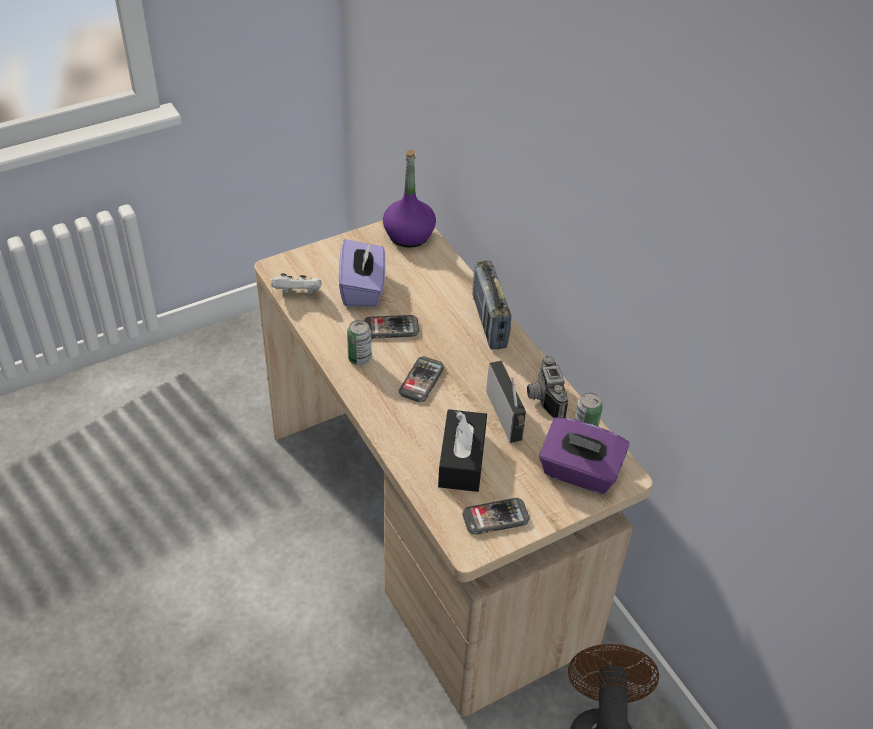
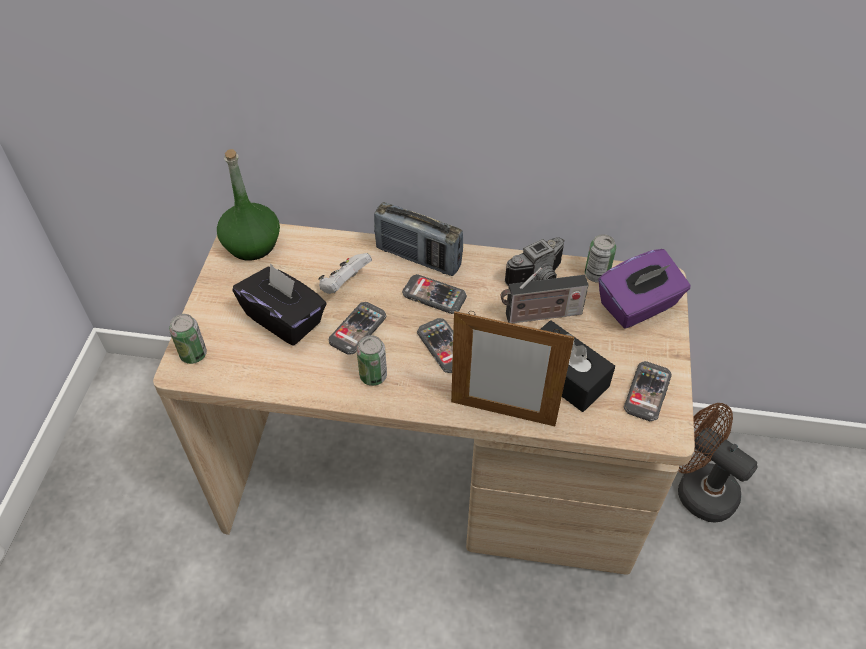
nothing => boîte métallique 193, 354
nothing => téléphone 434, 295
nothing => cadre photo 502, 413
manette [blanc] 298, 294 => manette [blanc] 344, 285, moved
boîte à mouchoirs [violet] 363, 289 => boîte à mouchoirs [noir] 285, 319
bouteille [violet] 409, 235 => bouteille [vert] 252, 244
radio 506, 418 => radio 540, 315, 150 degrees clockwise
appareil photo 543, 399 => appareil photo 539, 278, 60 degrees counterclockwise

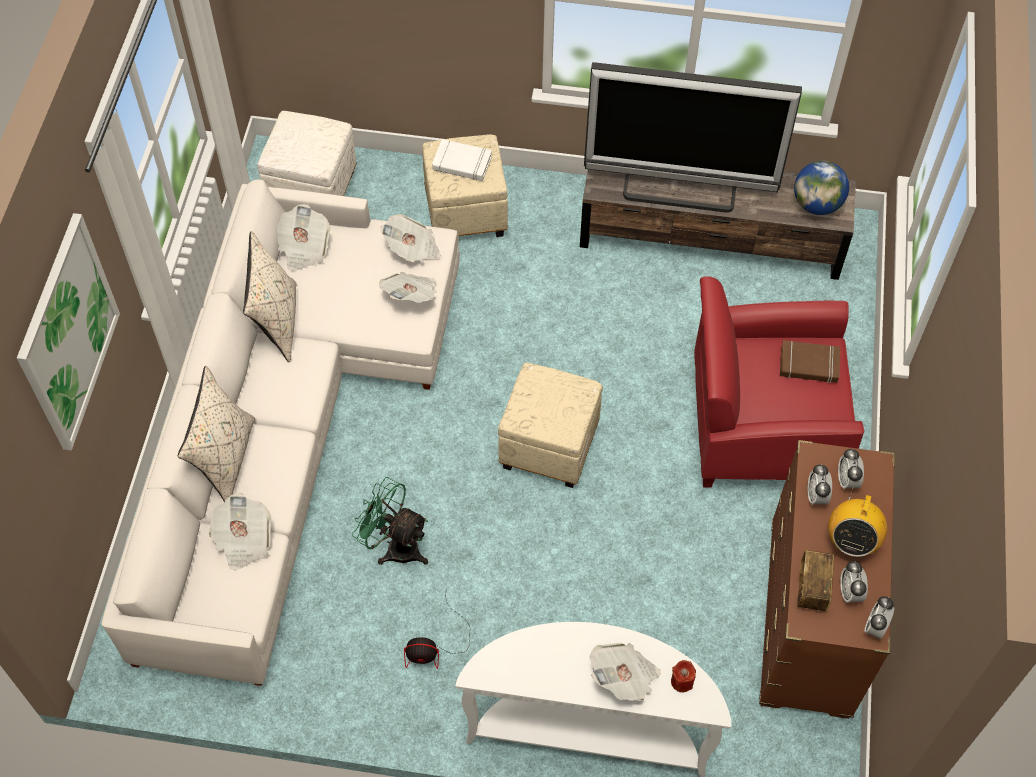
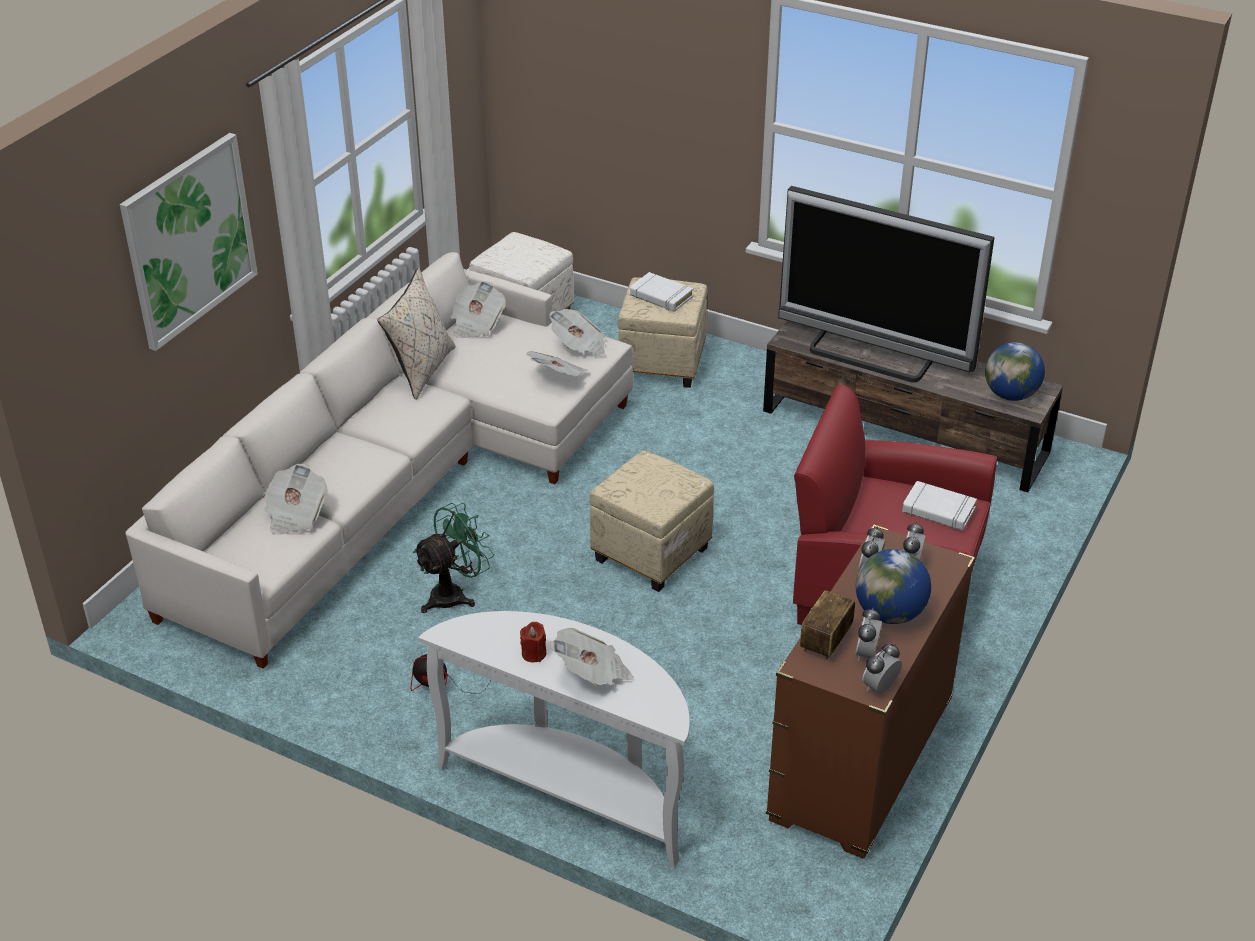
coussin [beige] 225, 459 => nothing
bougie [rouge] 682, 681 => bougie [rouge] 534, 654, moved
radio 851, 540 => globe 889, 613
livre [marron] 809, 365 => livre [blanc] 938, 510
ventilateur [vert] 395, 546 => ventilateur [vert] 454, 594, 90 degrees clockwise

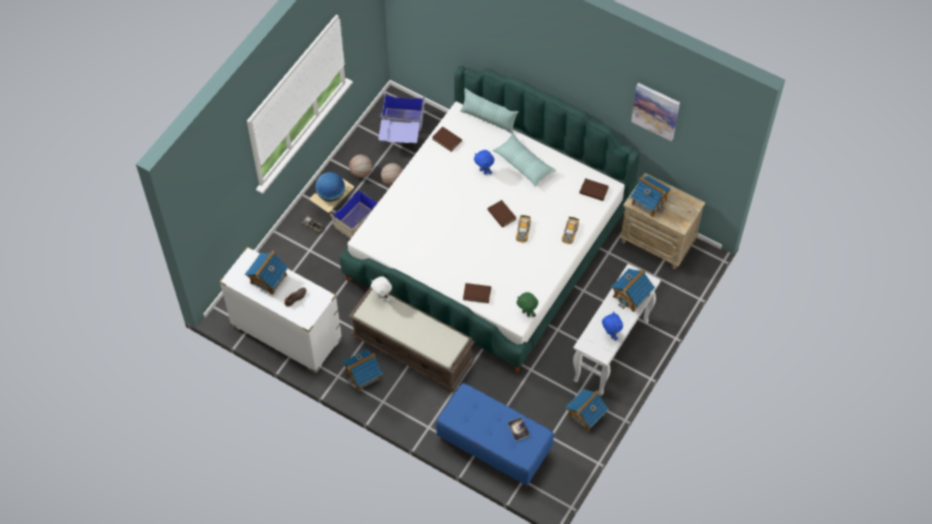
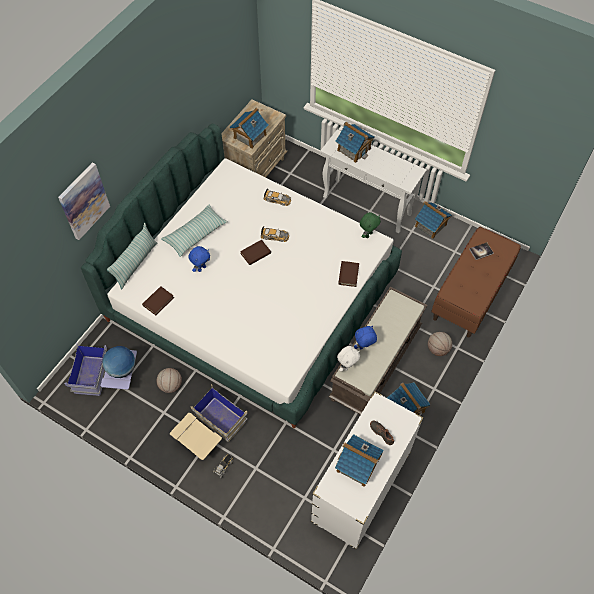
livre [marron] 593, 191 => nothing
globe 331, 194 => globe 122, 368, moved
ballon de basket 361, 172 => ballon de basket 438, 349, moved
peluche [bleu] 610, 334 => peluche [bleu] 364, 347, moved
tableau 655, 111 => tableau 83, 201, moved
banc [bleu] 493, 447 => banc [marron] 470, 294

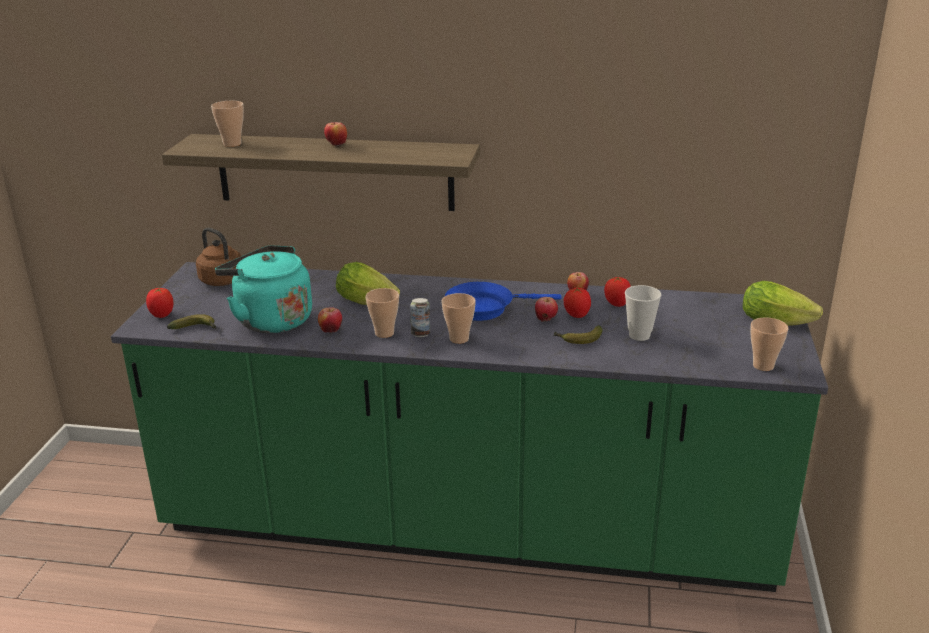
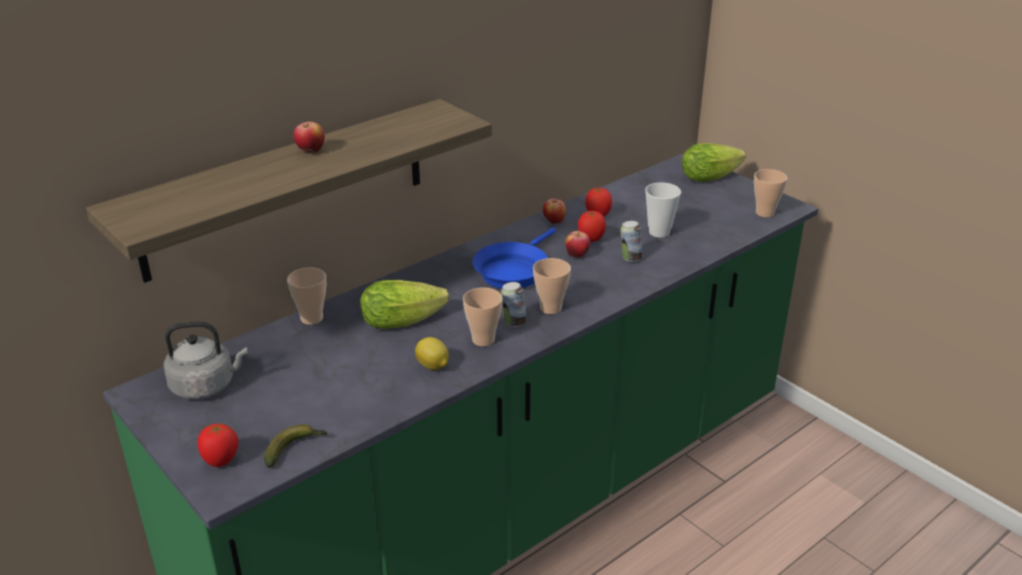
bouilloire [turquoise] 270, 320 => nothing
tasse 232, 144 => tasse 311, 318, moved
pomme 331, 331 => citron 433, 366
banane 578, 340 => boîte métallique 630, 258
bouilloire [marron] 223, 281 => bouilloire [gris] 206, 386

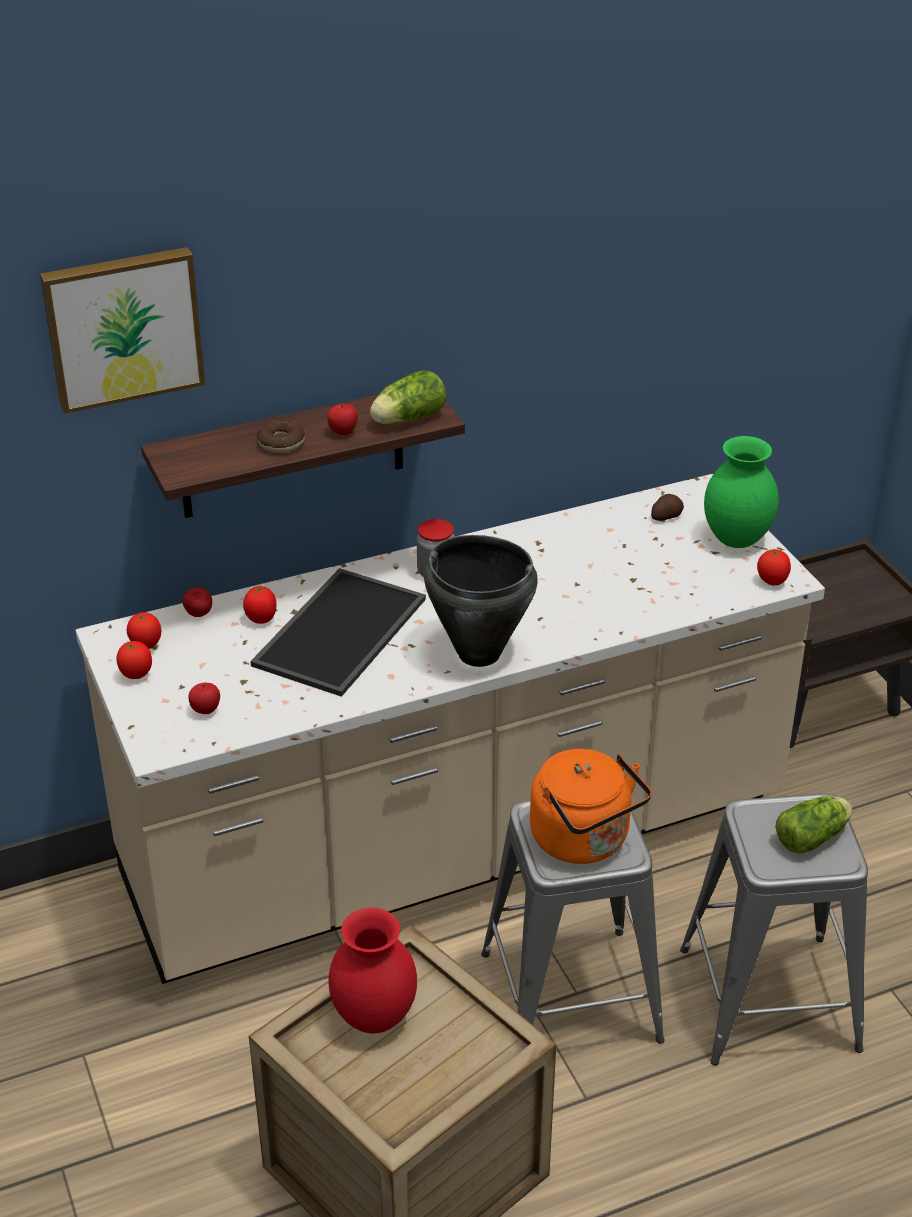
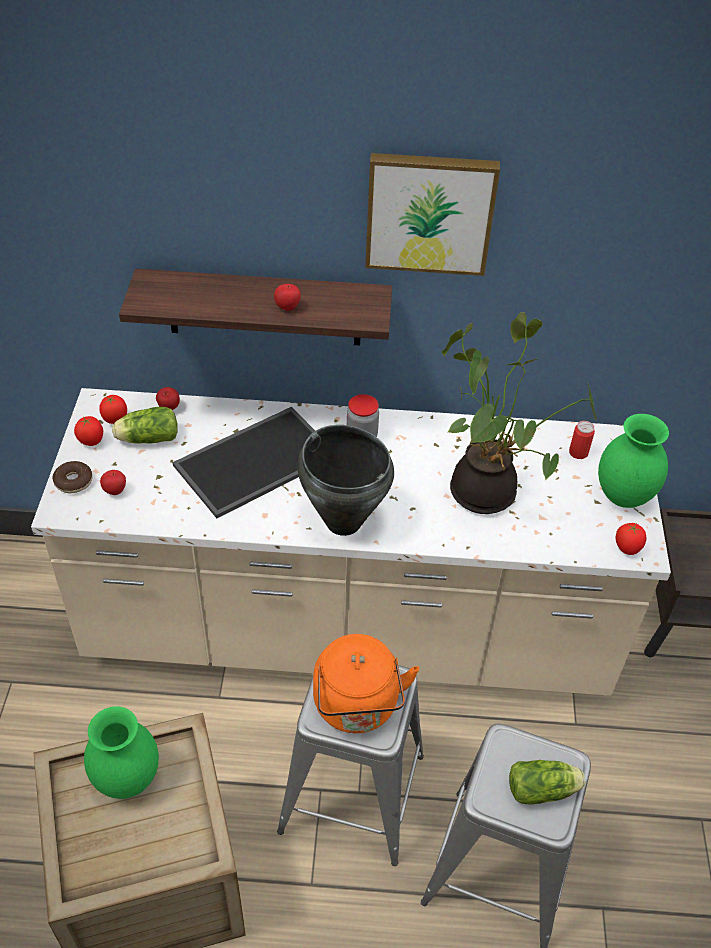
tomate 261, 620 => nothing
nothing => plante en pot 488, 491
tableau 123, 327 => tableau 429, 212, moved
beignet 281, 443 => beignet 73, 481, moved
laitue 406, 419 => laitue 146, 438, moved
pomme de terre 666, 516 => boîte métallique 578, 452
vase [rouge] 375, 1016 => vase [vert] 129, 779

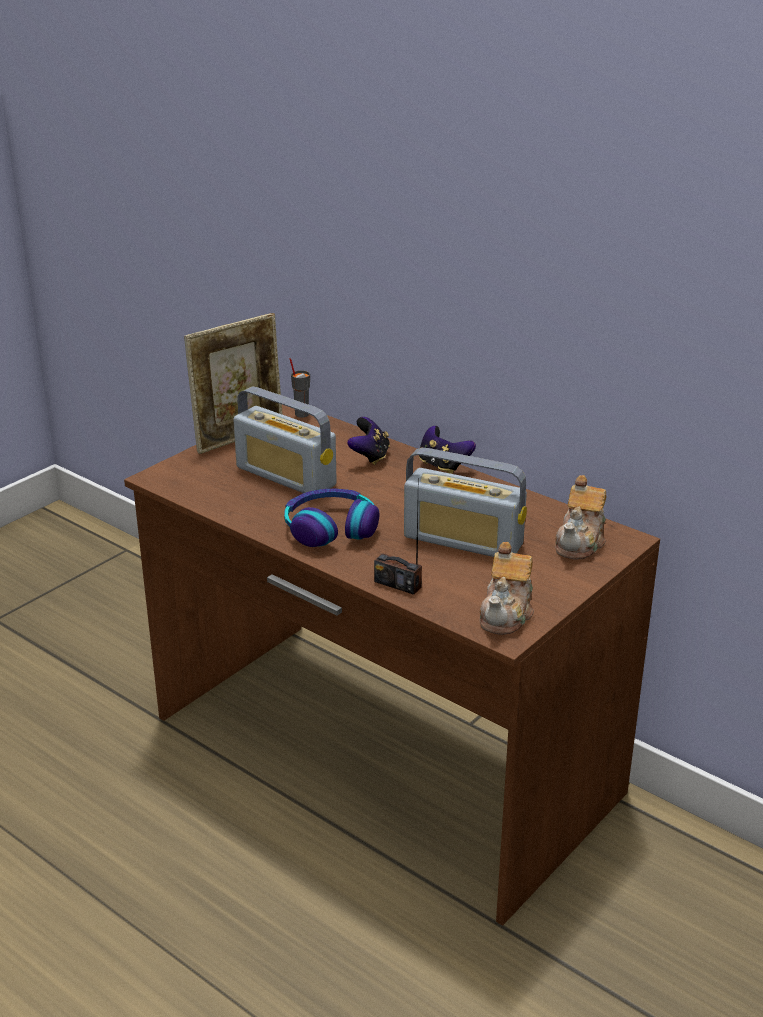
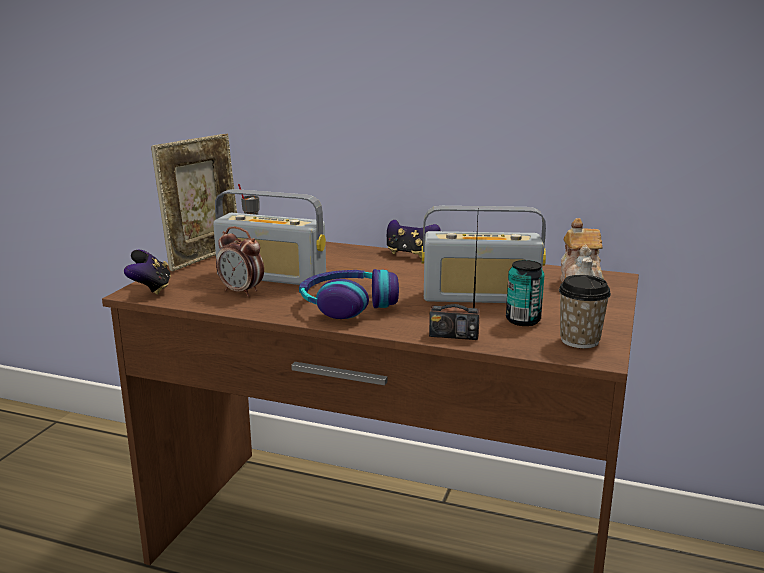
nothing => réveil 242, 292
nothing => boîte métallique 523, 320
manette 370, 457 => manette 150, 289, moved
théière 507, 614 => tasse 579, 340

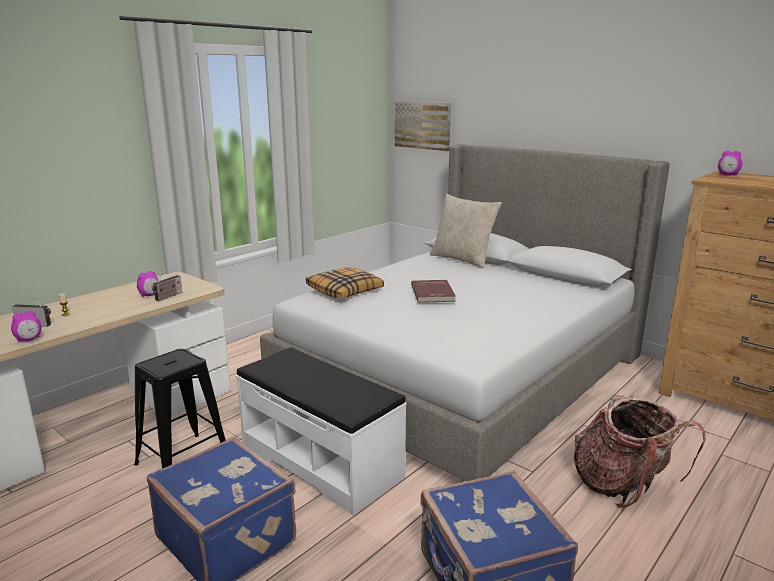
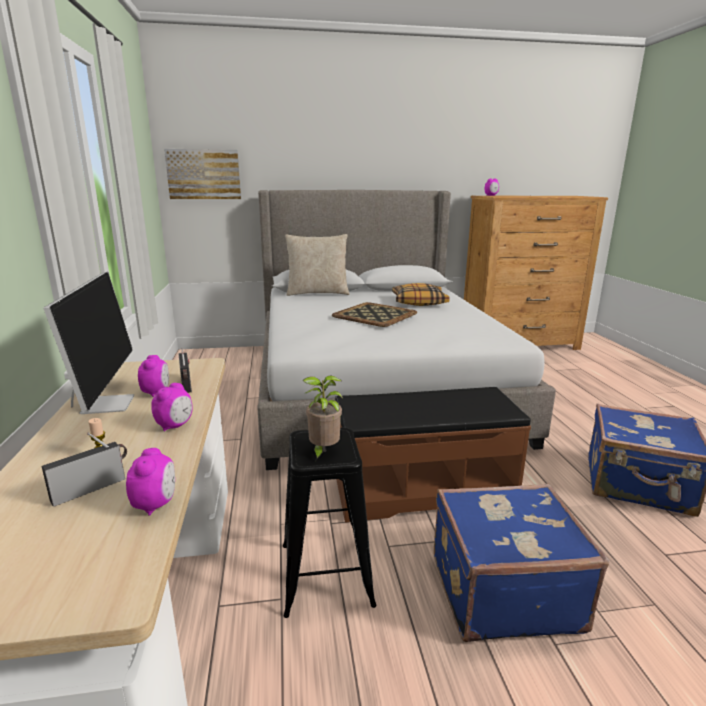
sac à dos 623, 486 => nothing
nothing => écran d'ordinateur 107, 404
nothing => réveil 175, 426
nothing => plante en pot 323, 451
coussin 345, 291 => coussin 419, 302, moved
livre [rouge] 433, 293 => plateau 374, 314
banc [blanc] 321, 460 => banc [marron] 422, 489

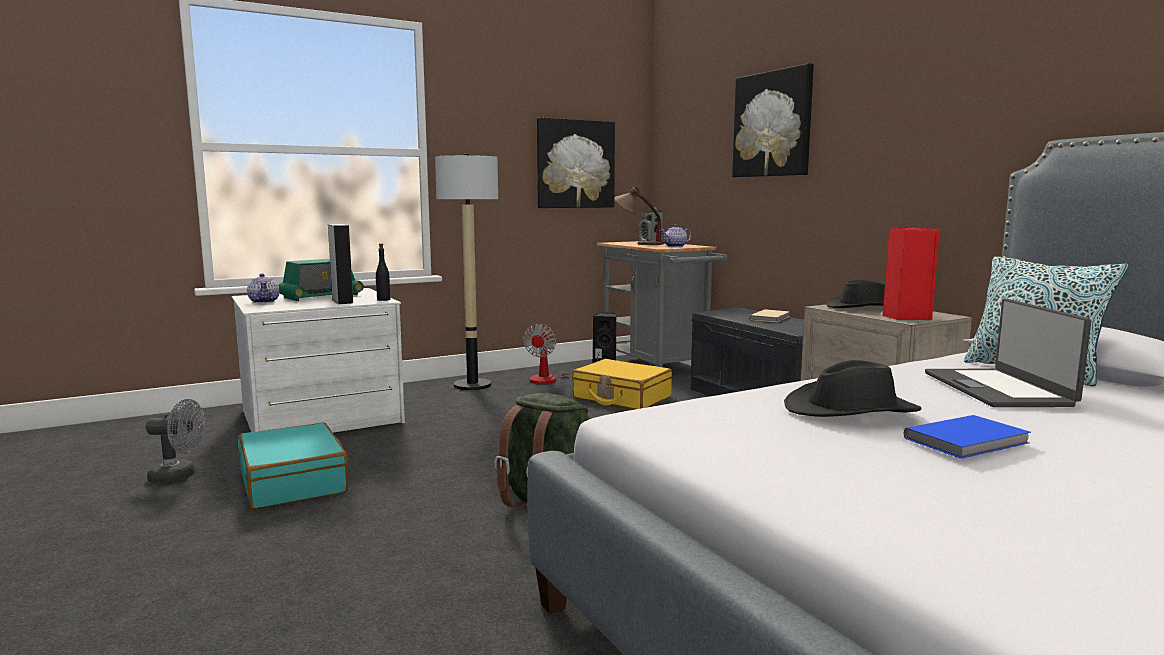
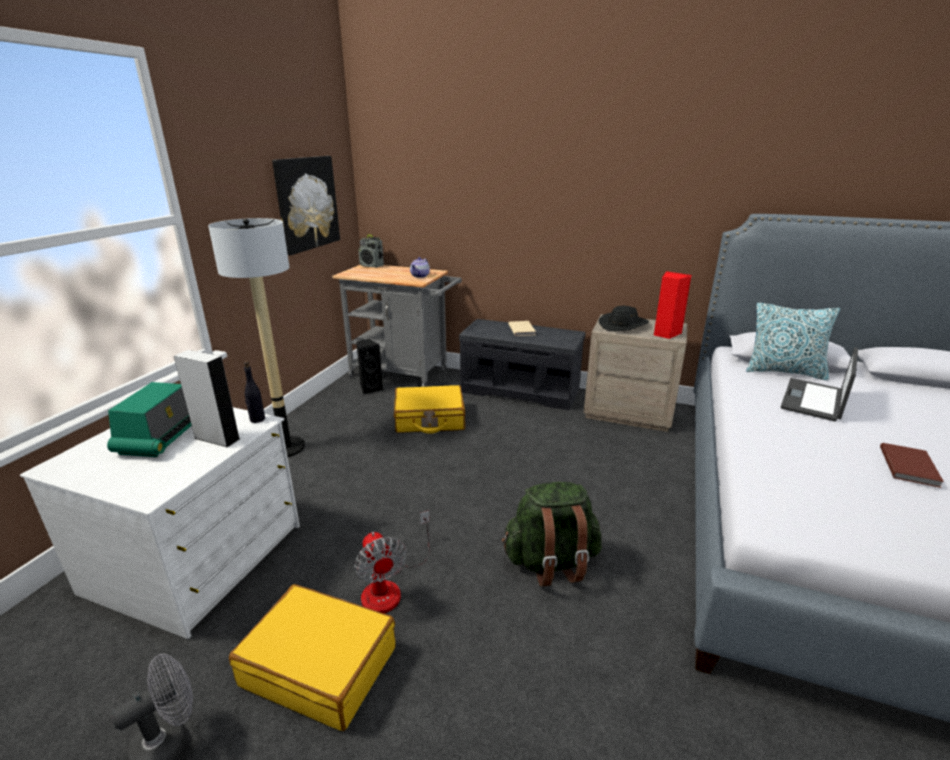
théière 264, 301 => nothing
lampe de table 638, 244 => nothing
tableau 773, 124 => nothing
chapeau [noir] 851, 410 => nothing
ventilateur 553, 379 => ventilateur 390, 587, moved
valise [turquoise] 294, 482 => valise [jaune] 320, 665
livre [bleu] 969, 441 => livre [marron] 910, 466
ordinateur portable 998, 389 => ordinateur portable 814, 400, 75 degrees clockwise

